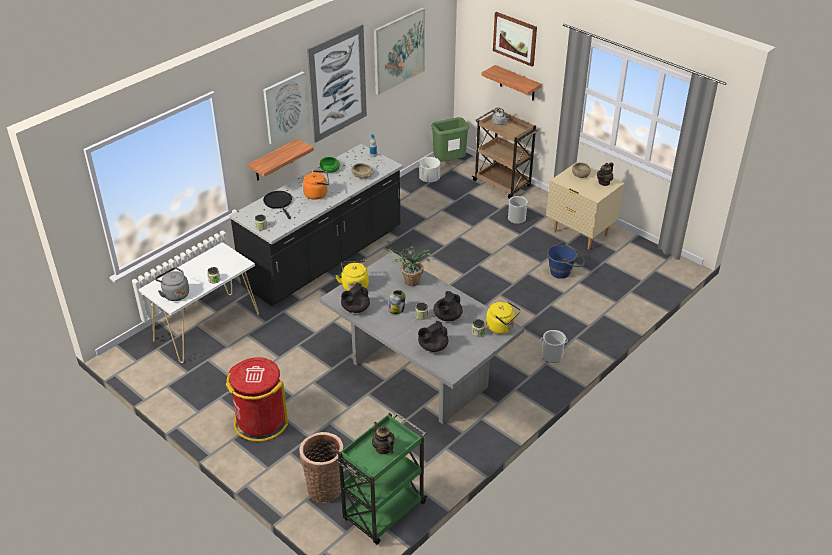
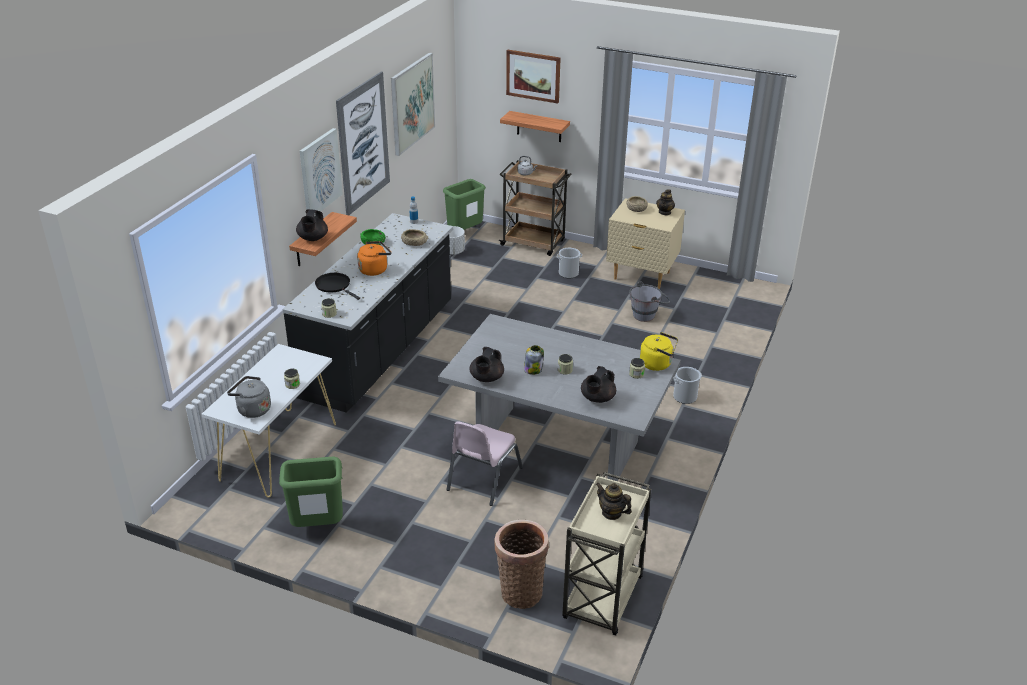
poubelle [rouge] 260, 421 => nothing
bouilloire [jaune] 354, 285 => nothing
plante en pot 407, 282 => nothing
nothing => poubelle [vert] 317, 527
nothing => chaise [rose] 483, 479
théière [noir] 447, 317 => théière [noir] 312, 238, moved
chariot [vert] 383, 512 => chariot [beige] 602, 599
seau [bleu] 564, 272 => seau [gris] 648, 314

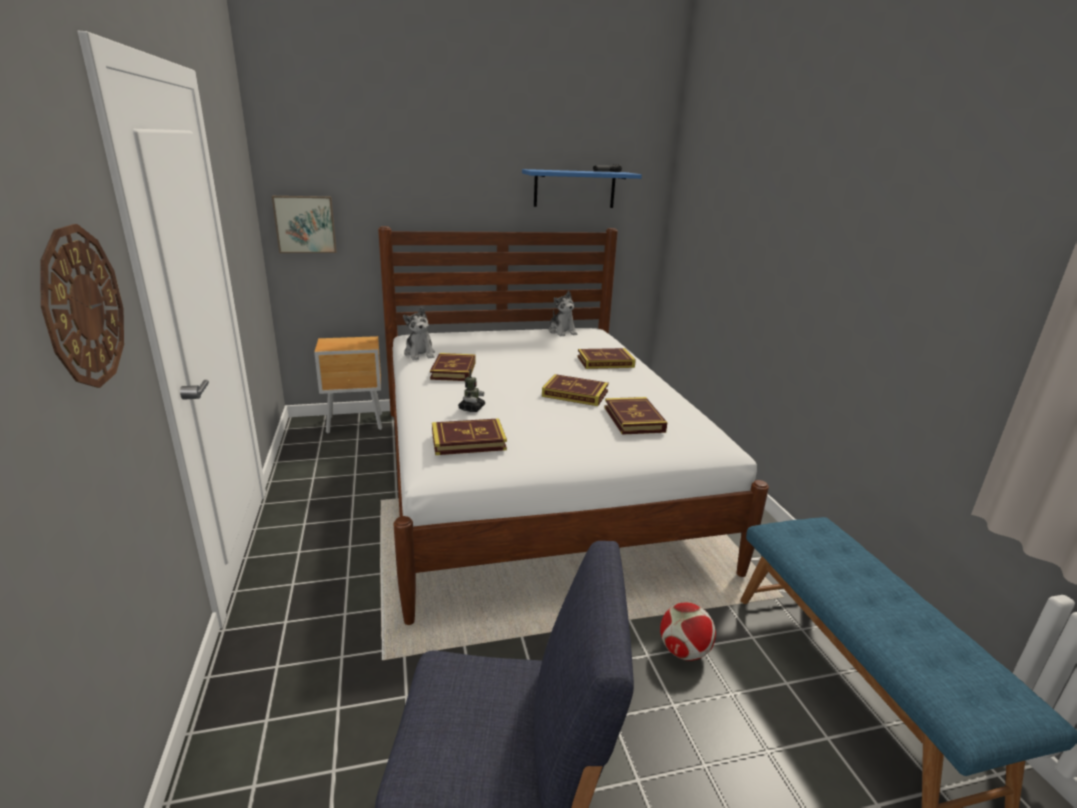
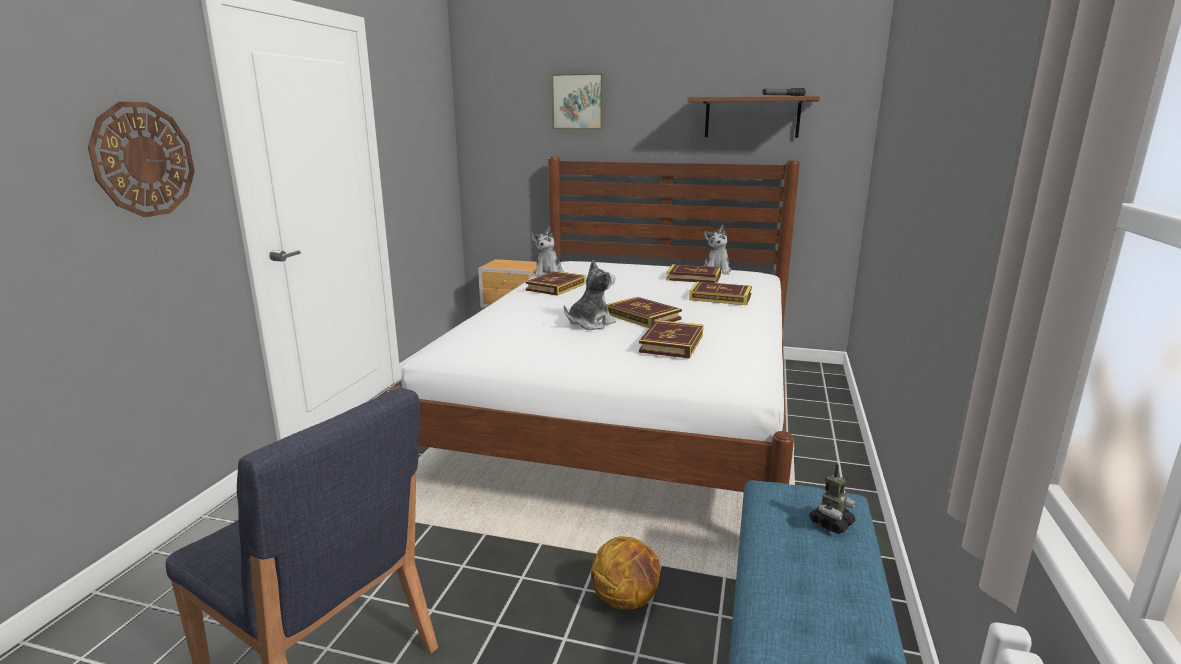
nothing => peluche 590, 324
tableau 305, 224 => tableau 578, 101, moved
livre 468, 441 => livre 693, 277, moved
robot jouet 471, 408 => robot jouet 831, 524, moved
ballon de foot 684, 651 => ballon de basket 626, 599
étagère [bleu] 574, 189 => étagère [marron] 752, 117

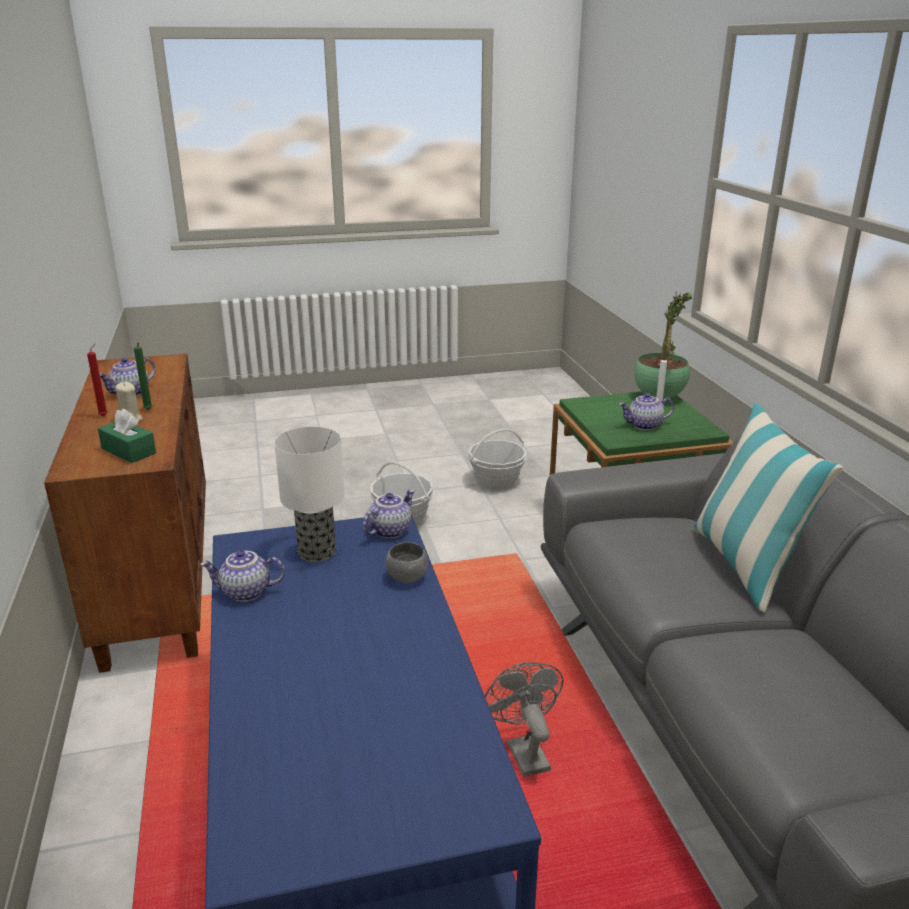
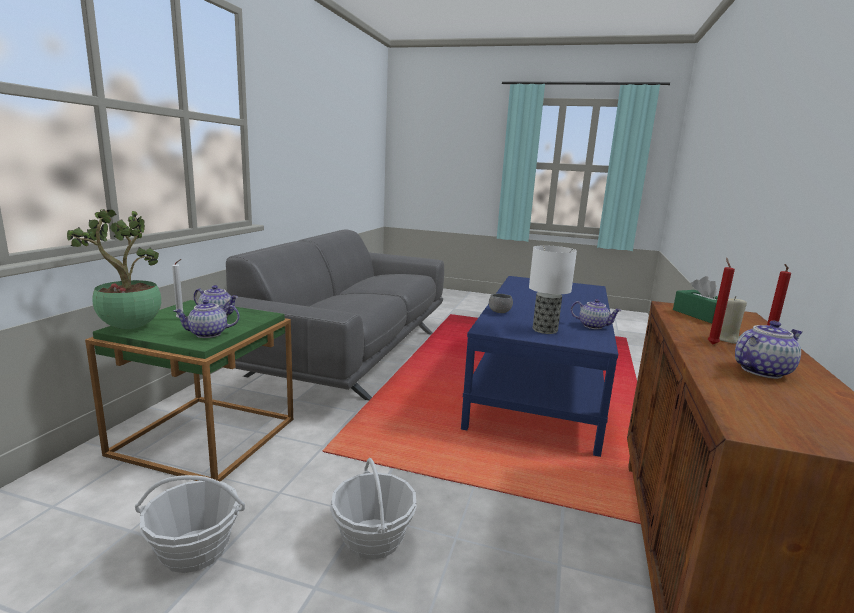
ventilateur [gris] 523, 751 => nothing
coussin 745, 564 => nothing
théière 389, 530 => théière 208, 334, moved
bougie [vert] 148, 410 => bougie [rouge] 711, 344

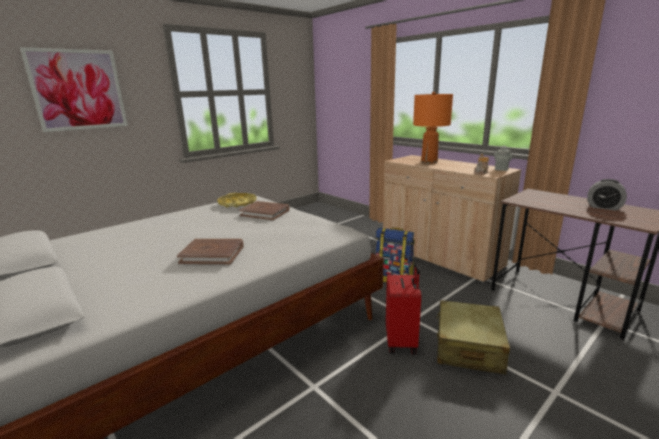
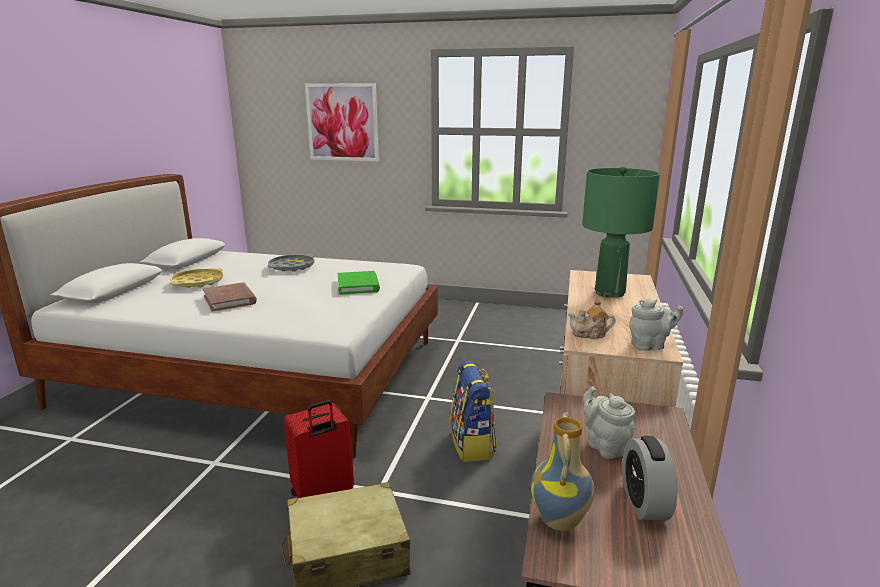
nothing => plateau [gris] 291, 267
nothing => vase 561, 521
nothing => théière [gris] 605, 446
plateau [jaune] 237, 203 => plateau [jaune] 198, 282, moved
livre [marron] 265, 213 => livre [vert] 358, 285
lampe de table [orange] 429, 162 => lampe de table [vert] 609, 293

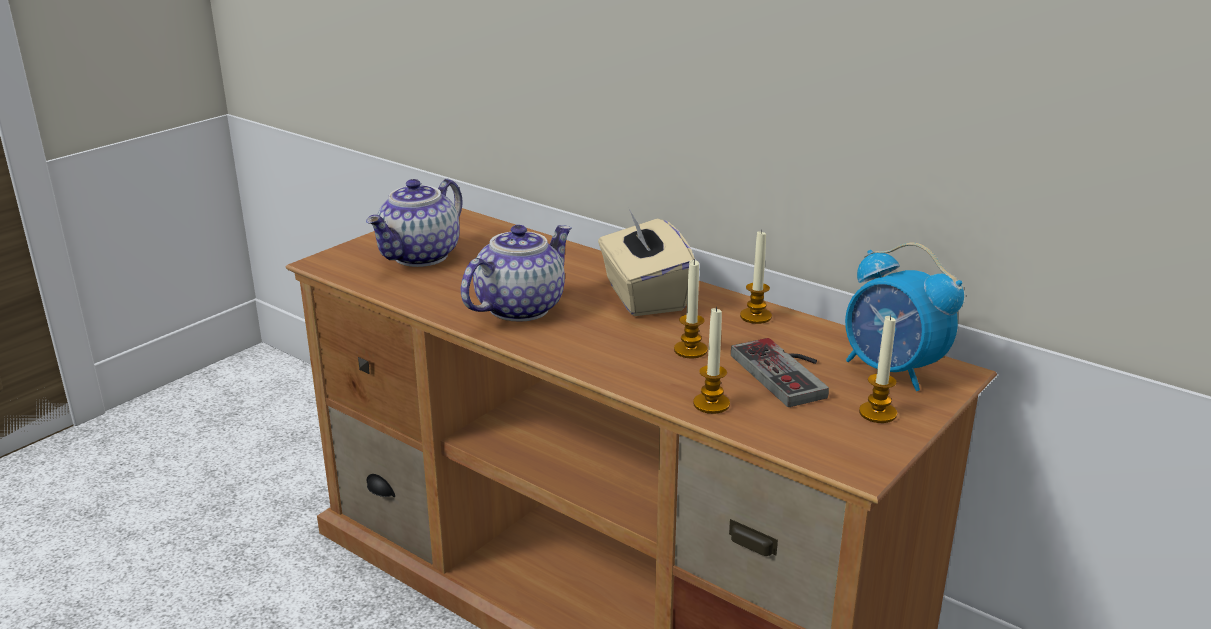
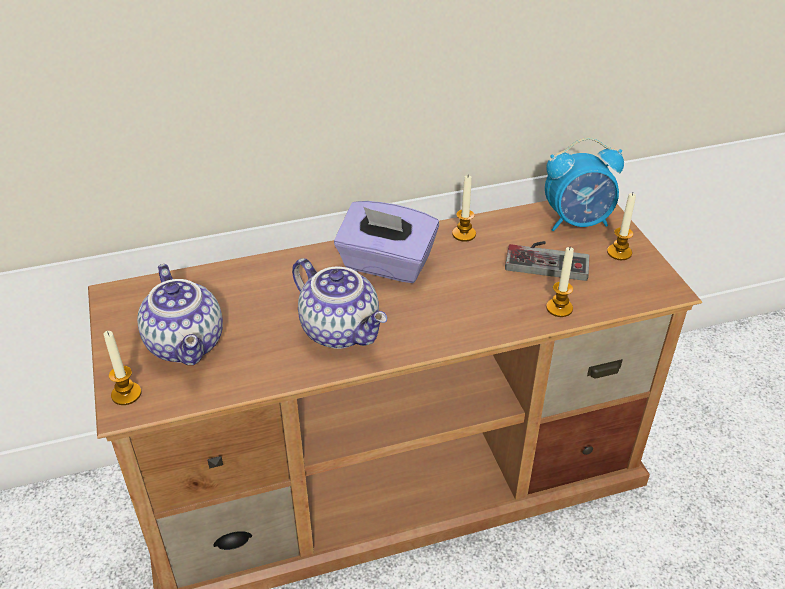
bougie 690, 350 => bougie 126, 394, moved
boîte à mouchoirs [beige] 643, 296 => boîte à mouchoirs [violet] 386, 264
théière 519, 308 => théière 342, 330, 150 degrees clockwise

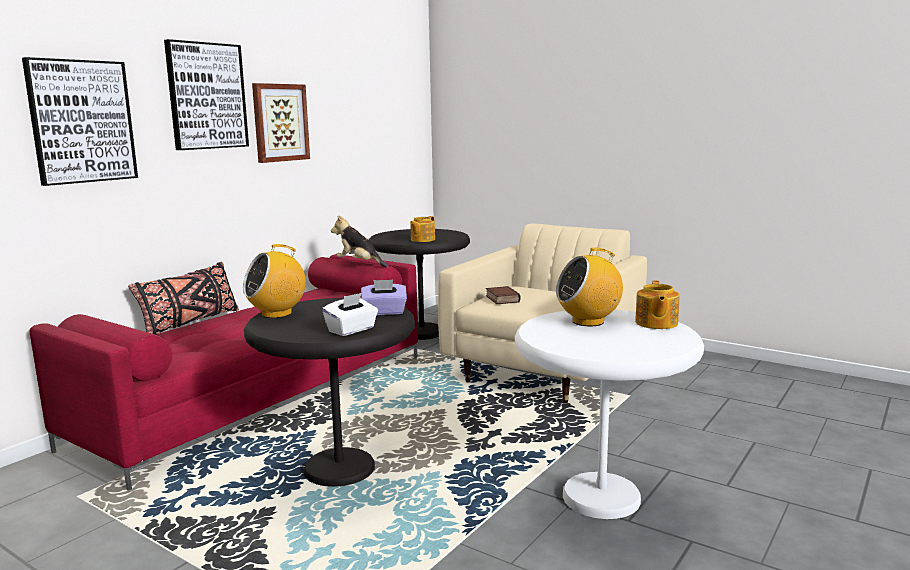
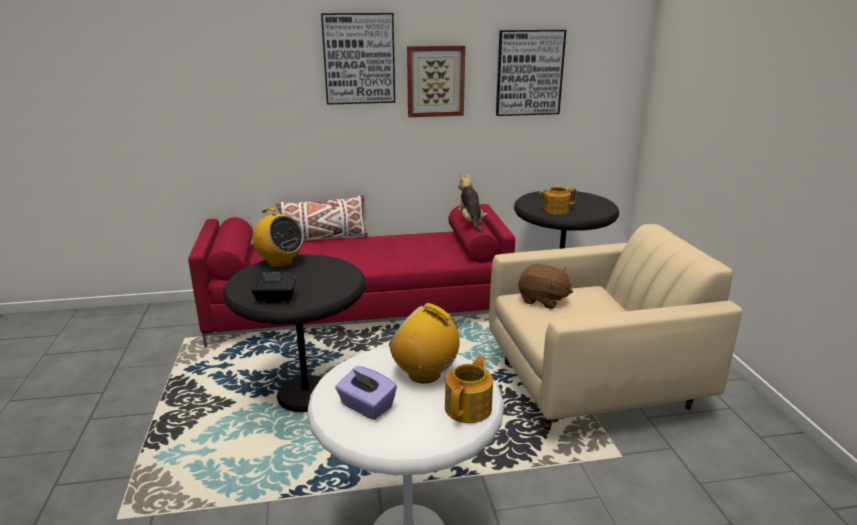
tableau 81, 121 => tableau 529, 73, moved
boîte à mouchoirs [violet] 384, 312 => boîte à mouchoirs [violet] 366, 406, moved
livre 501, 299 => peluche [marron] 543, 300
coussin [noir] 190, 322 => coussin [blanc] 324, 238
boîte à mouchoirs [blanc] 351, 330 => boîte à mouchoirs [noir] 275, 299
radio 277, 314 => radio 280, 262, 150 degrees counterclockwise
théière 655, 323 => théière 469, 408, 150 degrees clockwise

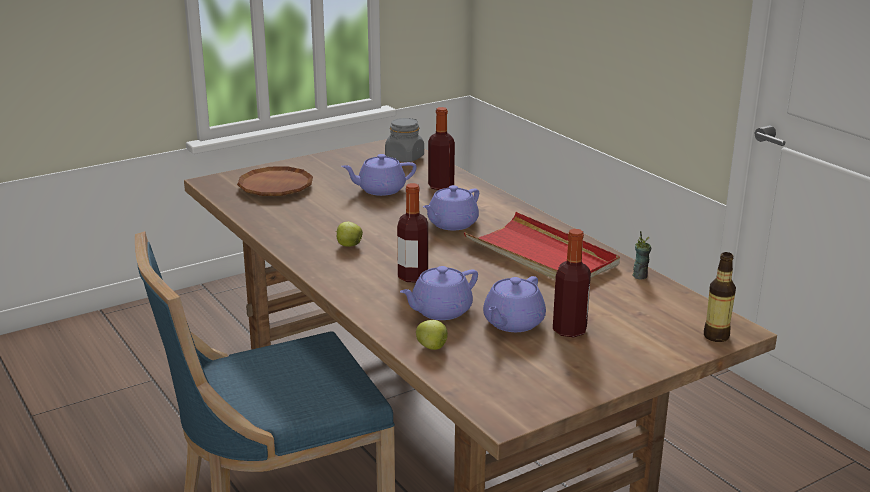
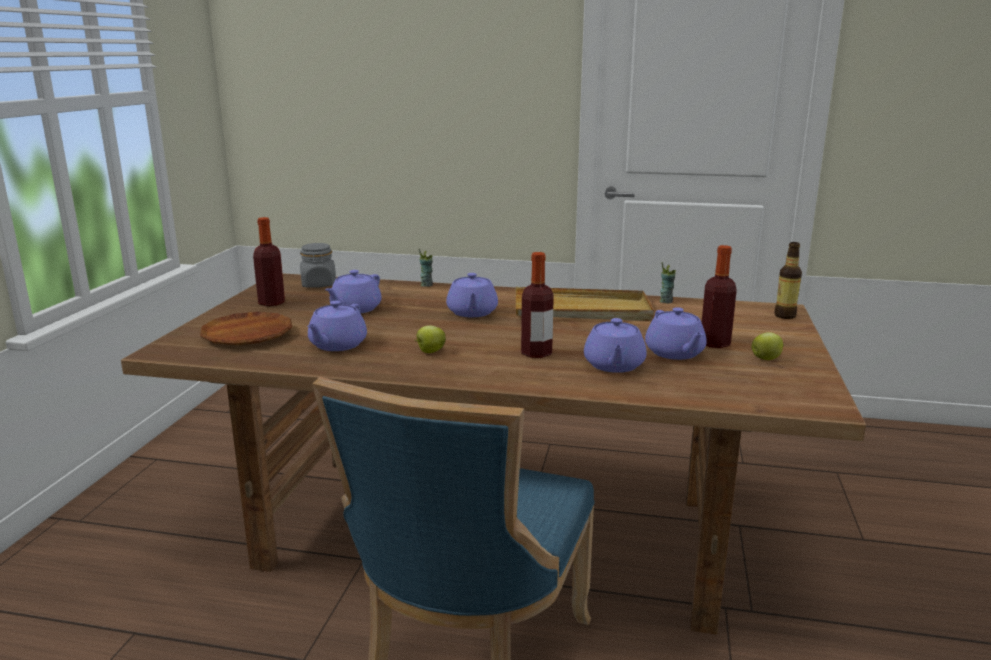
nothing => théière [violet] 337, 345
nothing => tasse 426, 285
pomme 433, 347 => pomme 766, 359, moved
bouteille 441, 186 => bouteille 271, 302, moved
plateau [rouge] 541, 255 => plateau [beige] 582, 310

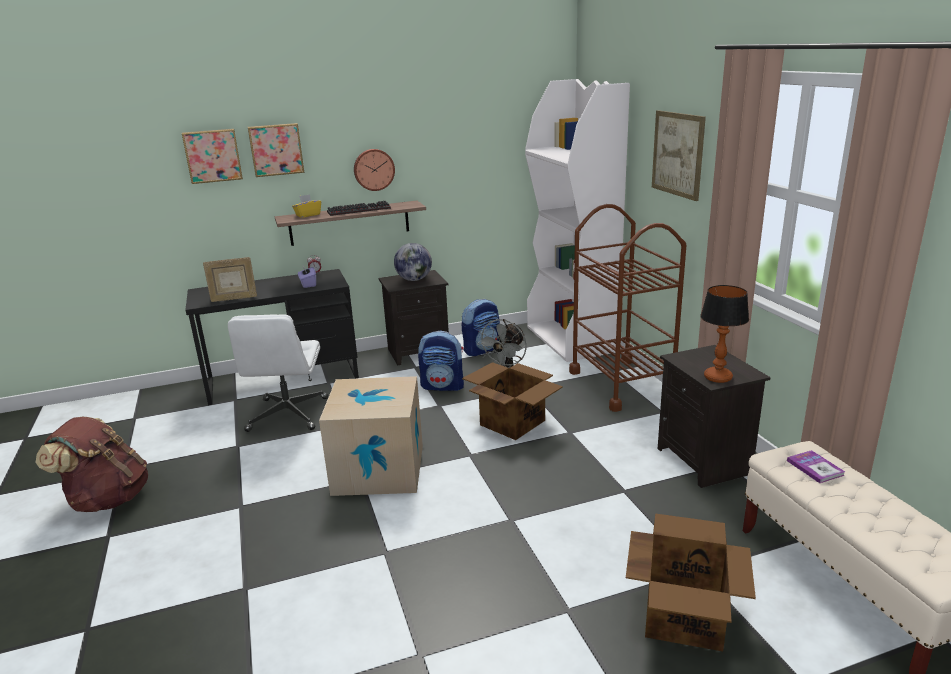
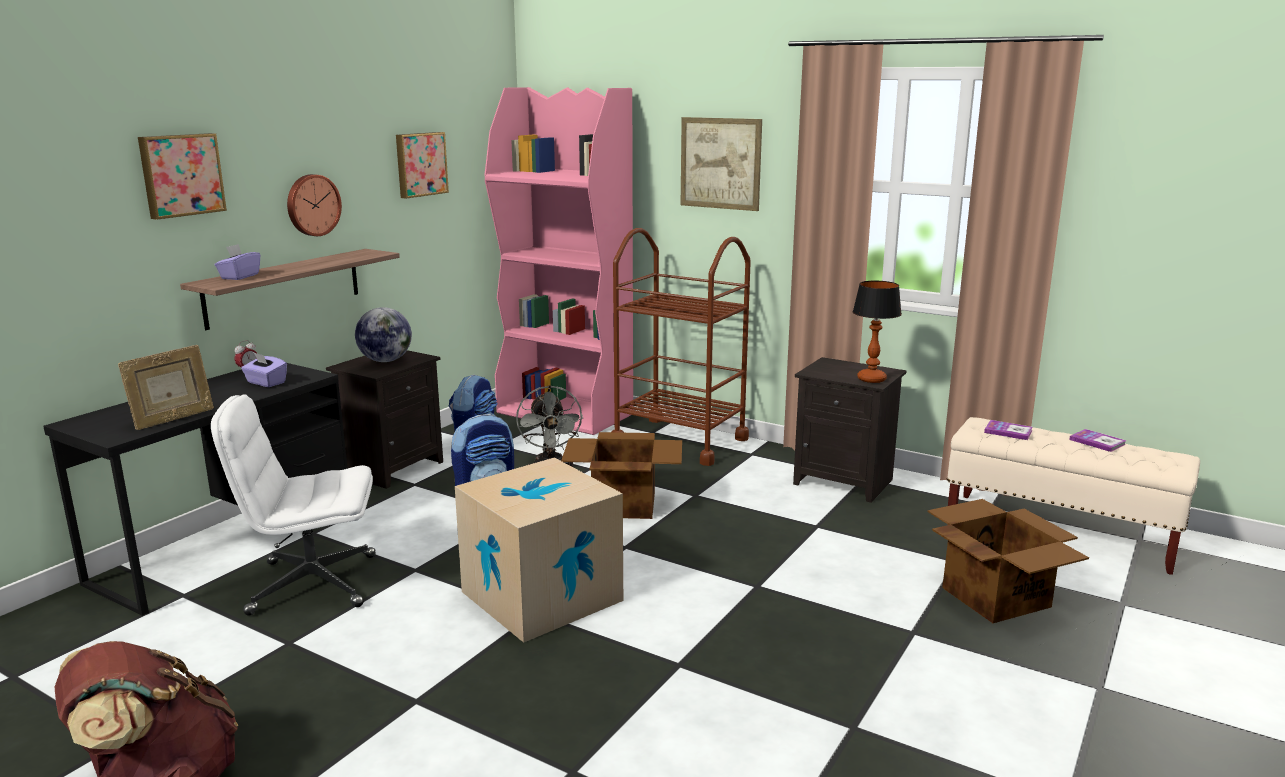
clavier 359, 210 => nothing
nothing => livre 1097, 442
tableau 212, 155 => tableau 420, 164, moved
boîte à mouchoirs [jaune] 308, 215 => boîte à mouchoirs [violet] 239, 276
bibliothèque [blanc] 571, 339 => bibliothèque [rose] 566, 413
chaise de bureau [blanc] 288, 415 => chaise de bureau [blanc] 311, 584, 120 degrees clockwise

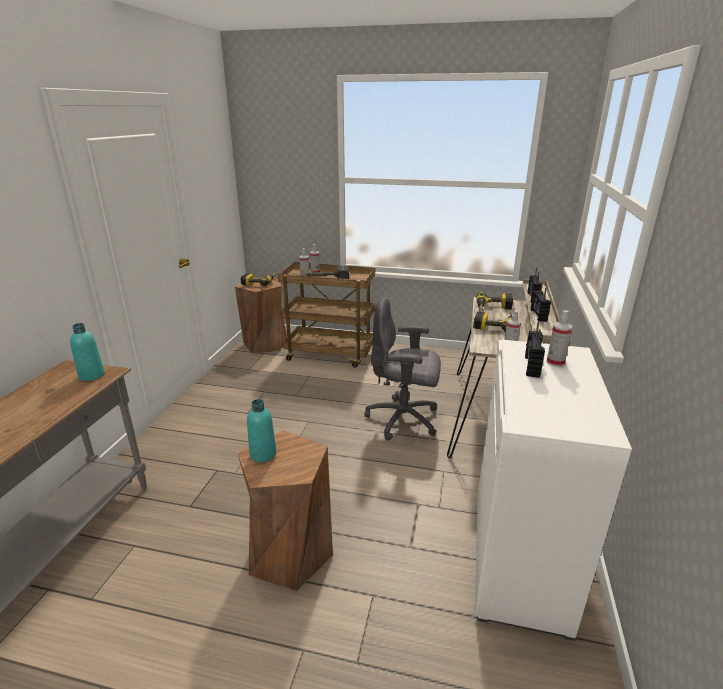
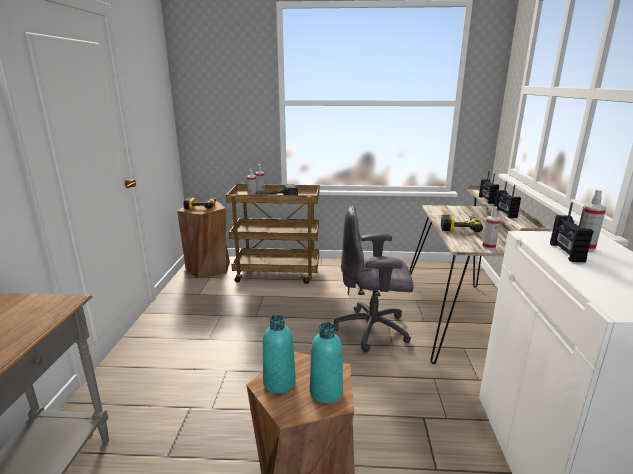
perceuse 493, 308 => nothing
bouteille [turquoise] 91, 375 => bouteille [turquoise] 326, 392, moved

